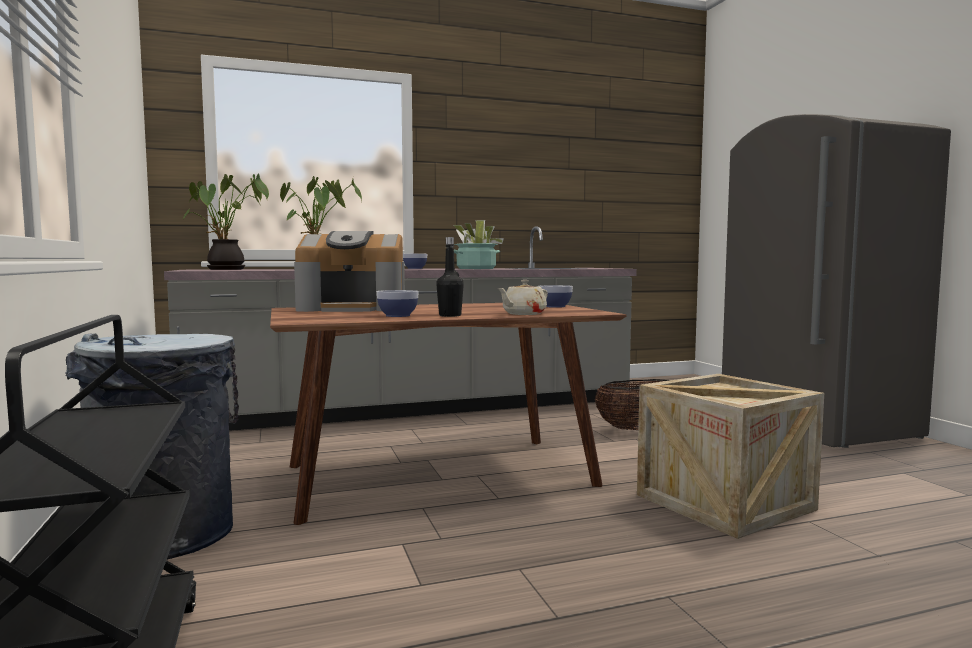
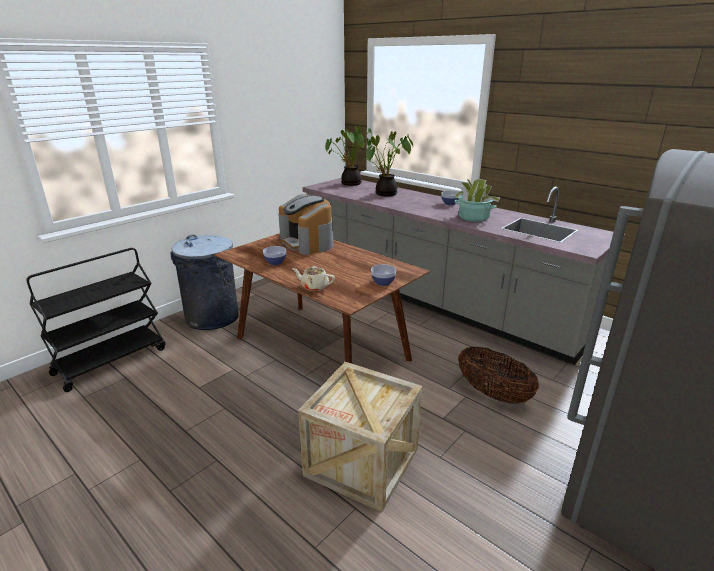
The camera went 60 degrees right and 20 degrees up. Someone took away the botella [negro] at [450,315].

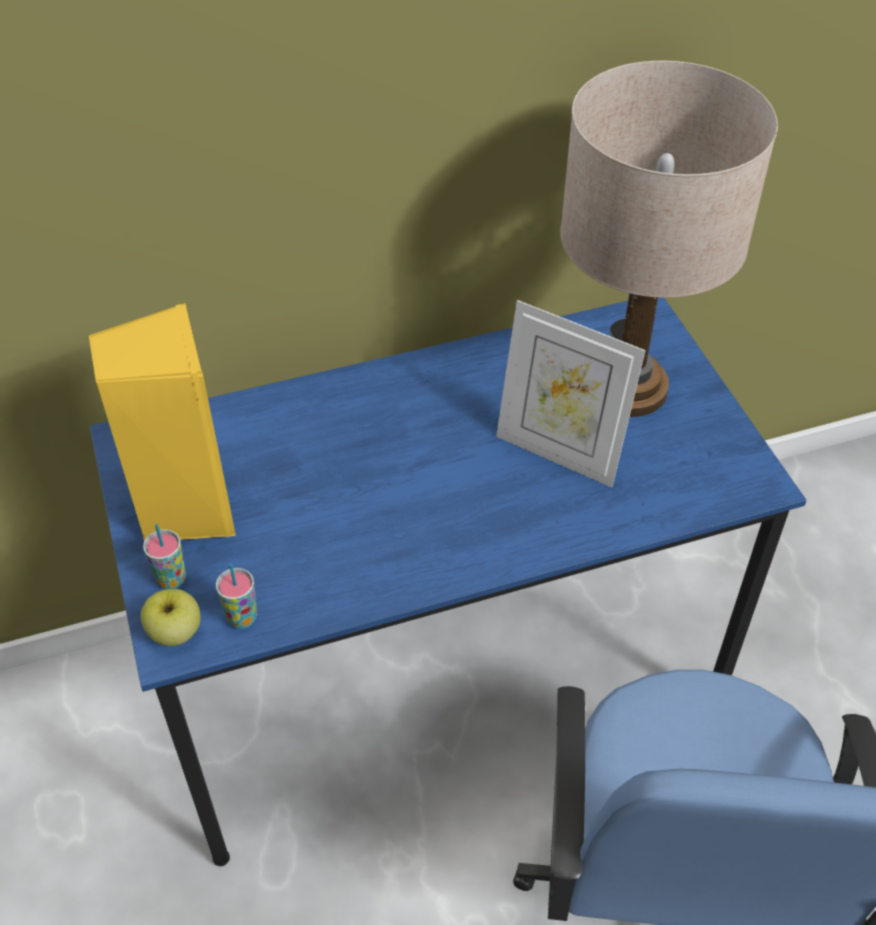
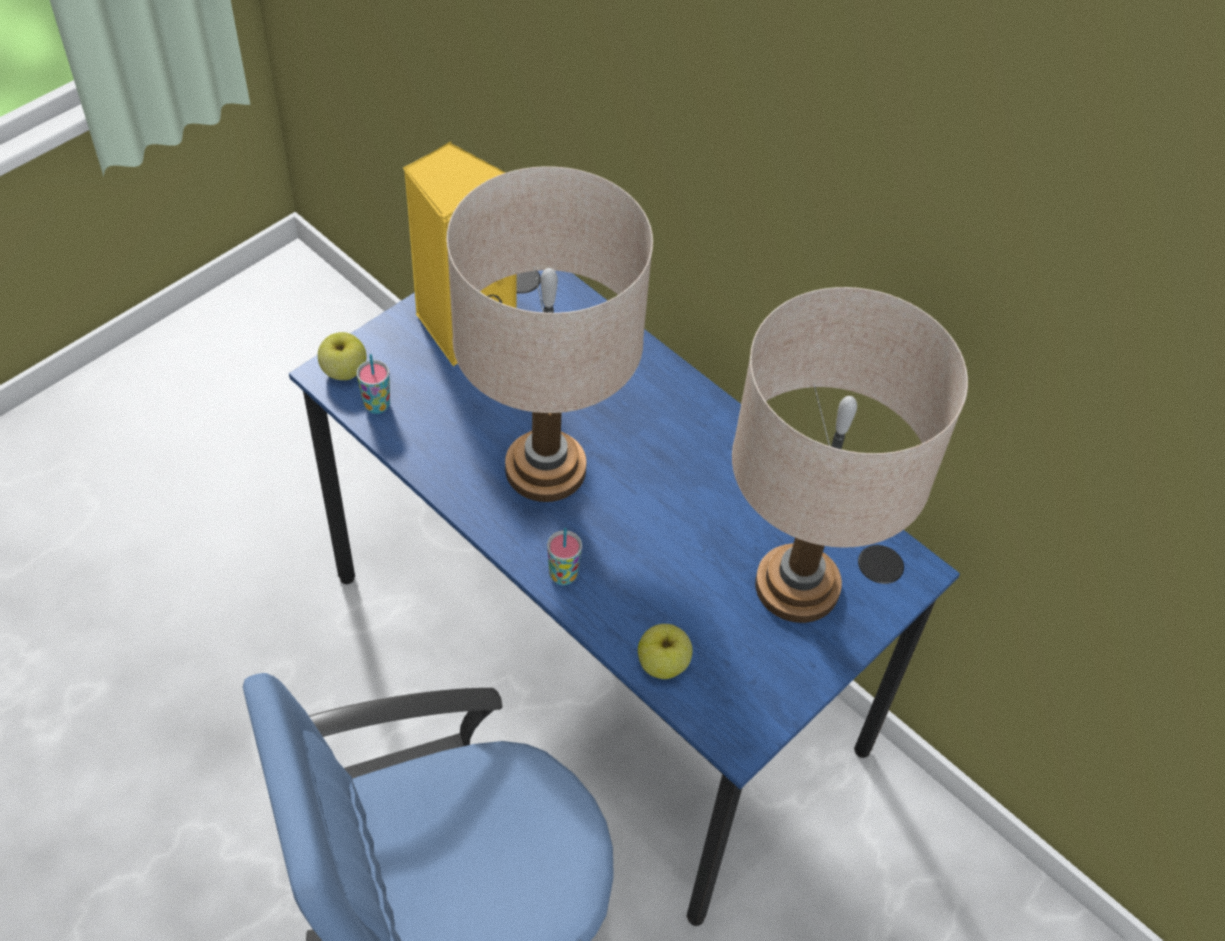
The camera went 60 degrees right and 5 degrees up. Someone put down the lámpara de mesa [beis] at [544,469]. Someone carried the taza from [171,579] to [563,575]. Someone put down the manzana at [663,664]. Someone took away the portarretratos at [559,452].

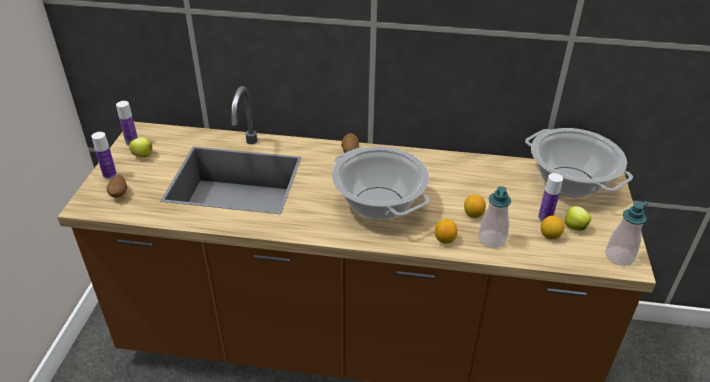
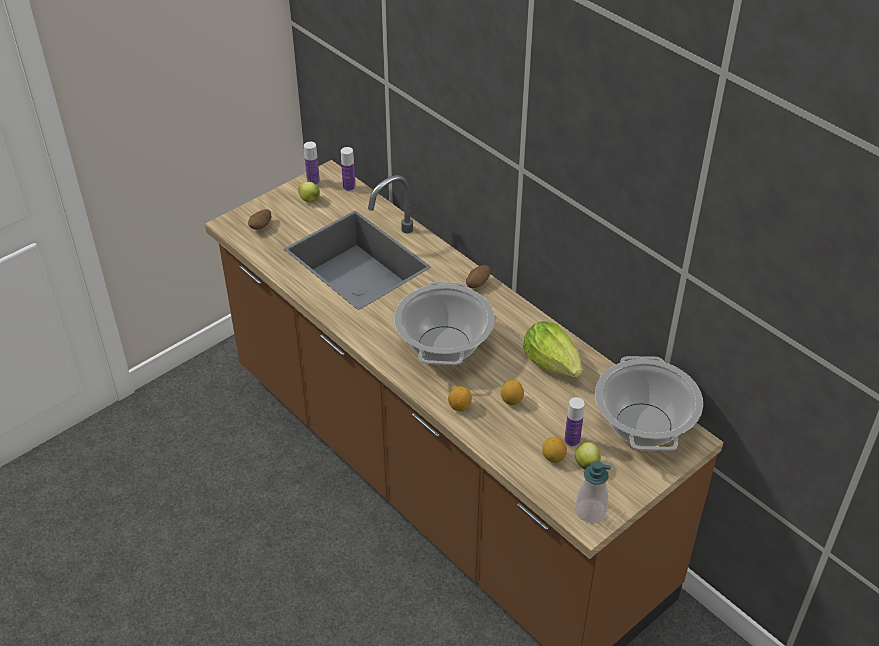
The camera went 40 degrees right and 5 degrees up. Someone carried the botella from [109,174] to [349,187]. Someone put down the lechuga at [552,363]. Someone took away the dispensador de jabón at [492,239].

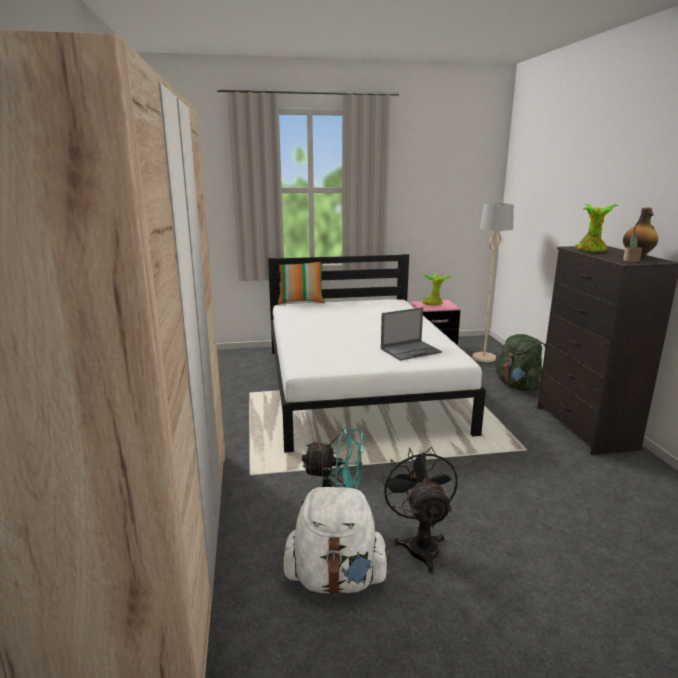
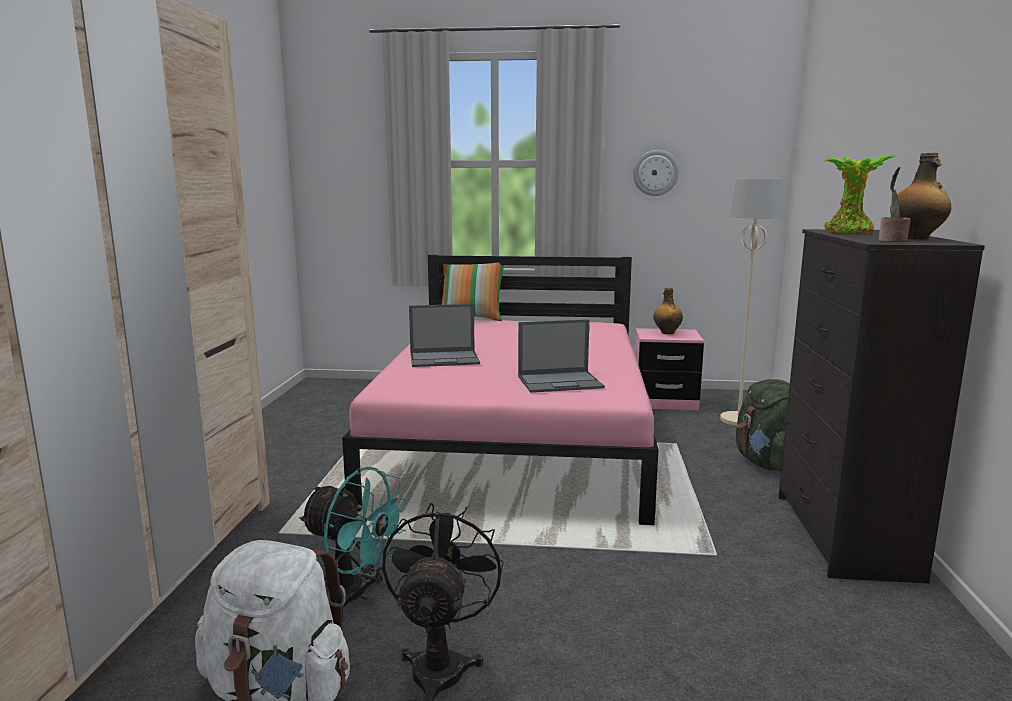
The camera went 15 degrees right and 5 degrees down. Someone repainted the cama [blanco] at [358,387], which became the cama [rosa] at [516,440]. Someone put down the portátil at [445,359]. Someone put up the reloj de pared at [655,173]. Someone swapped the planta en maceta at [433,303] for the botella at [667,332].

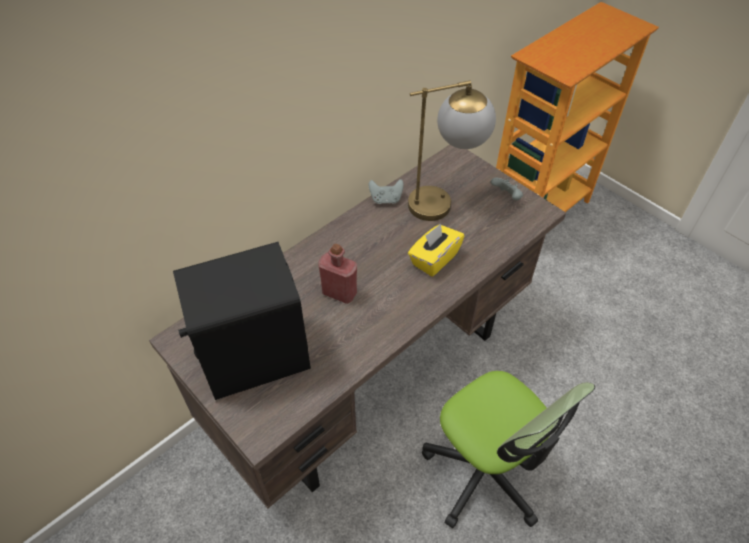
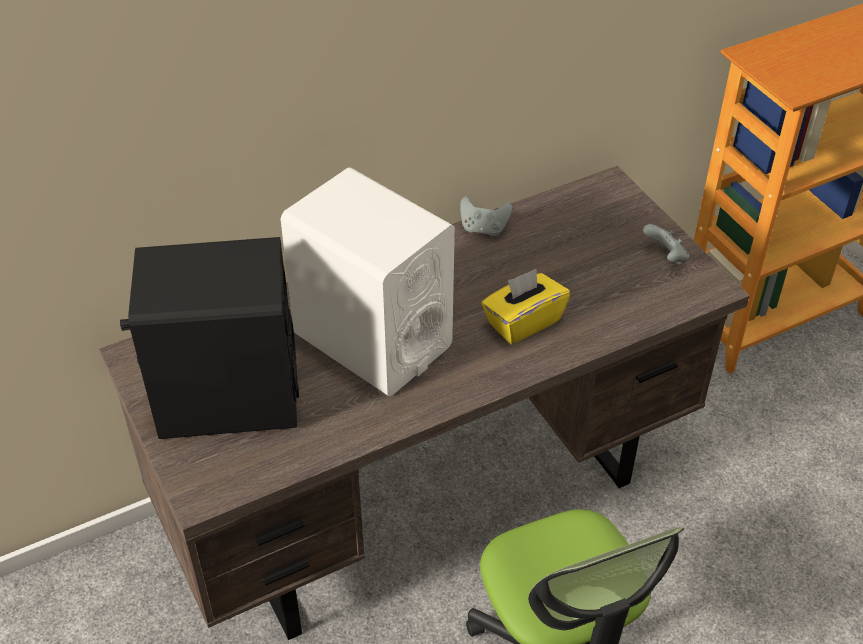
The camera went 15 degrees right and 5 degrees down. Someone swapped the botella [rojo] at [339,292] for the altavoz [blanco] at [372,340]. Someone took away the lámpara de mesa at [444,201].

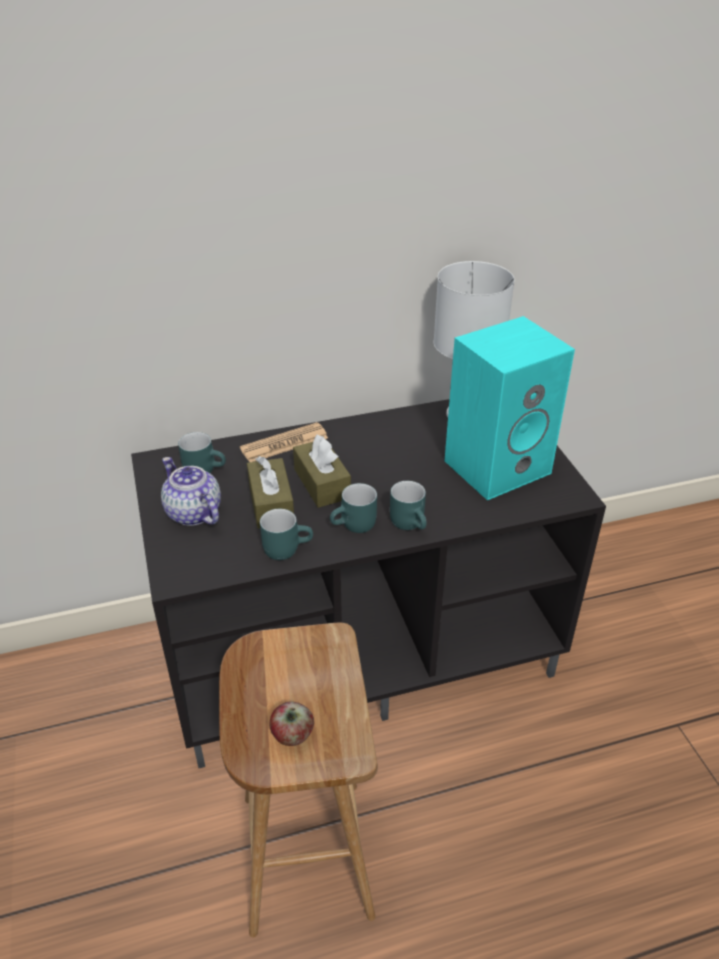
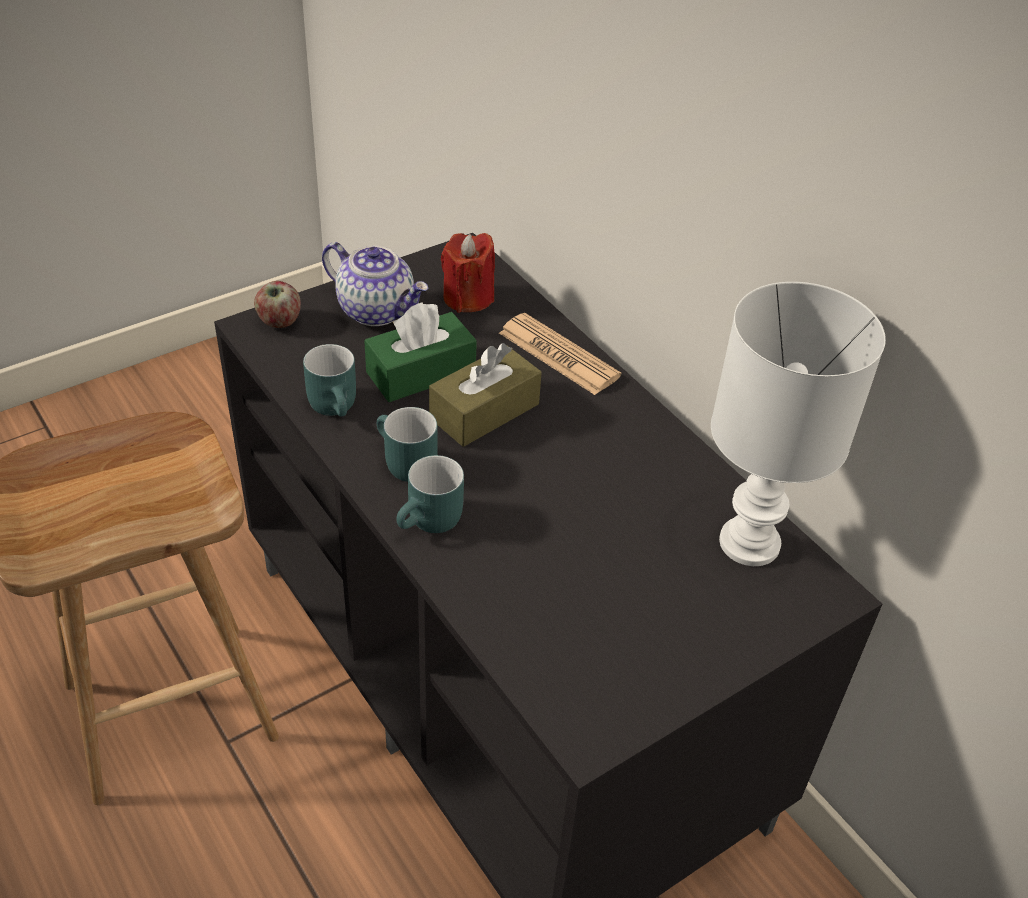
The camera went 70 degrees right and 5 degrees up. Someone carried the manzana from [292,735] to [279,321]. Someone rotated the tetera at [192,513] by 90 degrees clockwise. Someone repainted the caja de pañuelos [marrón] at [271,503], which became the caja de pañuelos [verde] at [421,372]. Someone swapped the taza grande [turquesa] at [205,469] for the vela [rojo] at [468,298]. Someone took away the altavoz [turquesa] at [498,465].

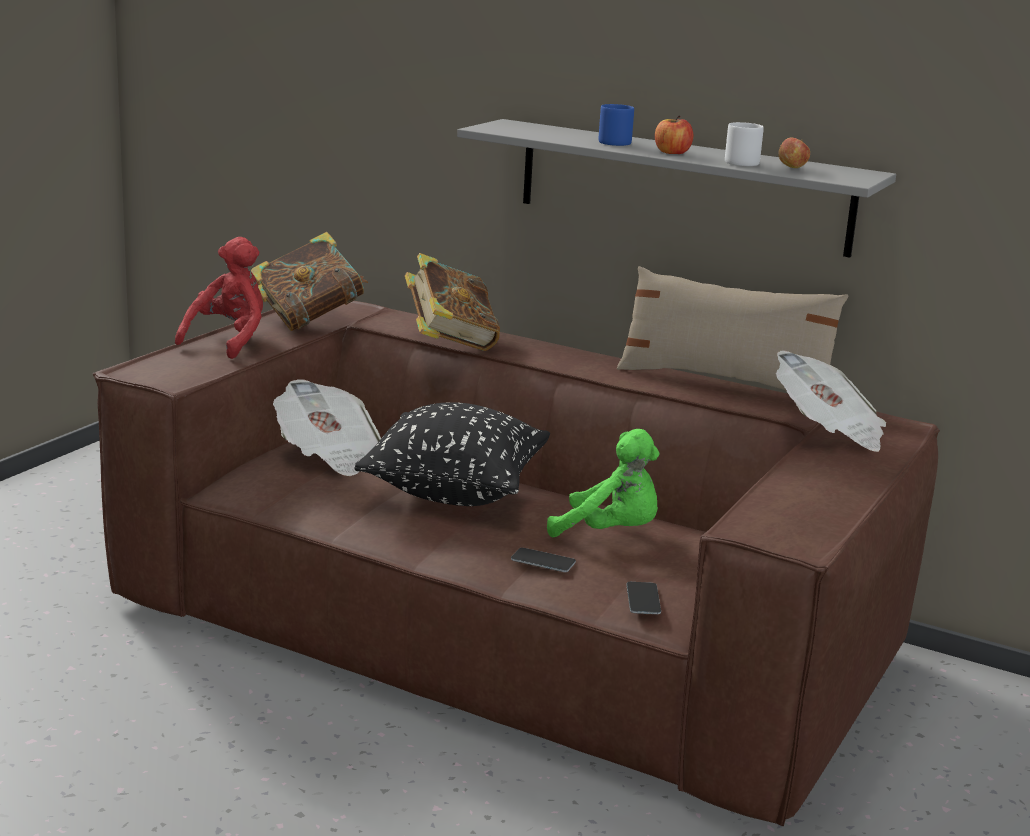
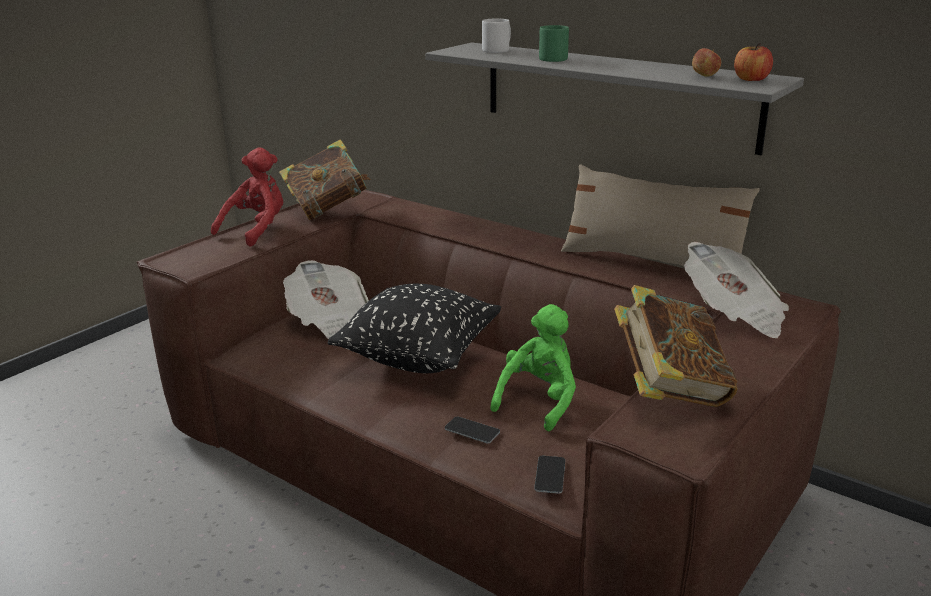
The camera went 10 degrees right and 5 degrees up. Someone carried the taza grande [gris] from [744,162] to [498,50]. Someone rotated the peluche [verde] at [611,533] by 90 degrees counterclockwise. Someone repainted the taza grande [azul] at [615,142], which became the taza grande [verde] at [554,58]. Someone carried the libro from [450,342] to [669,389]. Someone carried the manzana from [672,152] to [751,79].

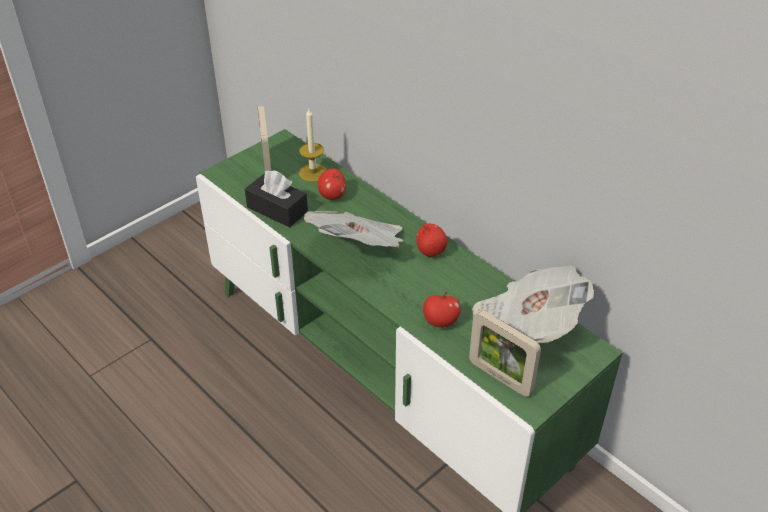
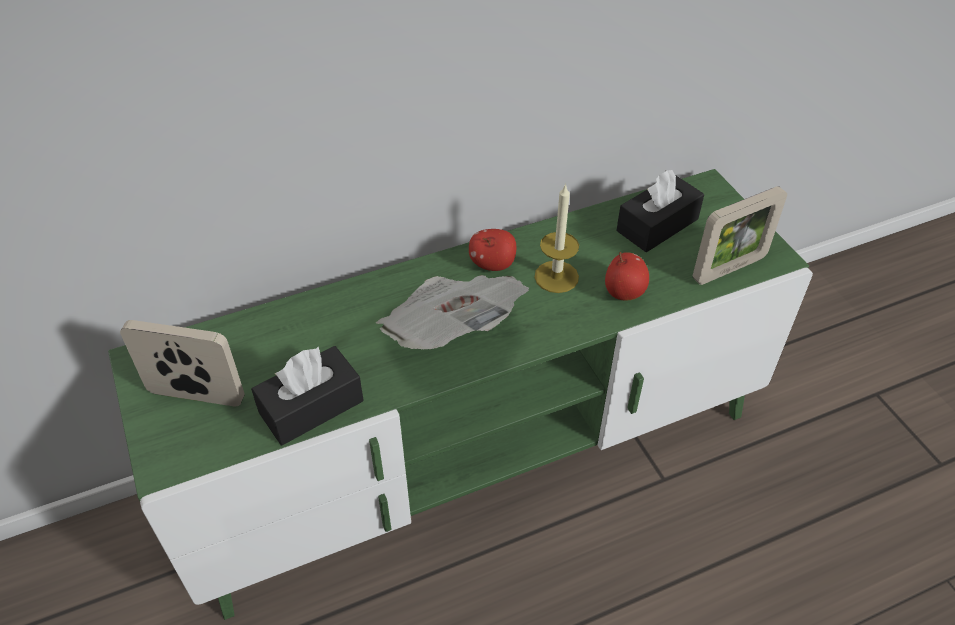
The camera went 70 degrees left and 5 degrees up. Someone carried the vela from [313,173] to [556,277]. Someone swapped the periódico at [525,327] for the caja de pañuelos [negro] at [657,225]. Someone took away the manzana at [332,196].

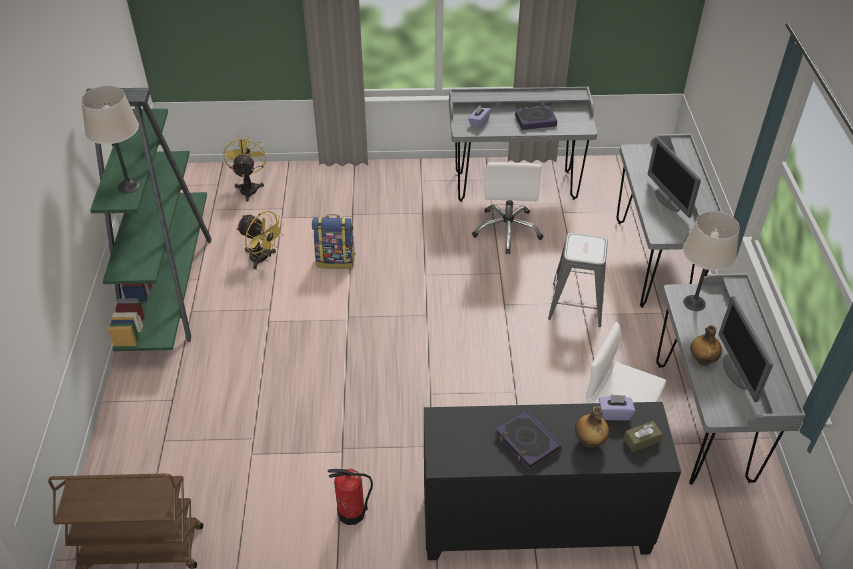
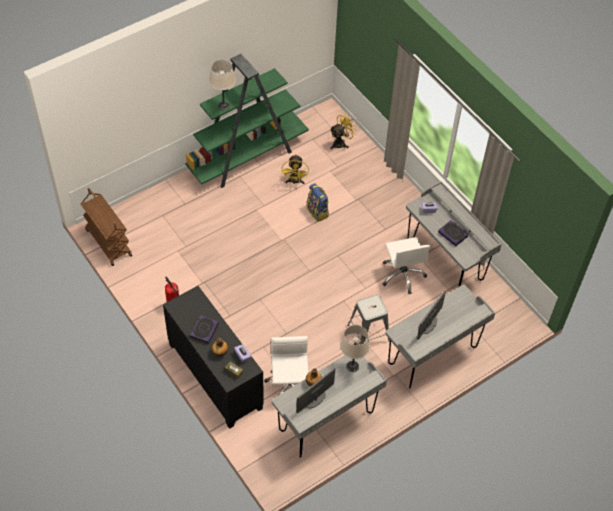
The camera went 55 degrees right and 10 degrees up. Someone rotated the silla de oficina [blanco] at [507,230] by 75 degrees counterclockwise.

